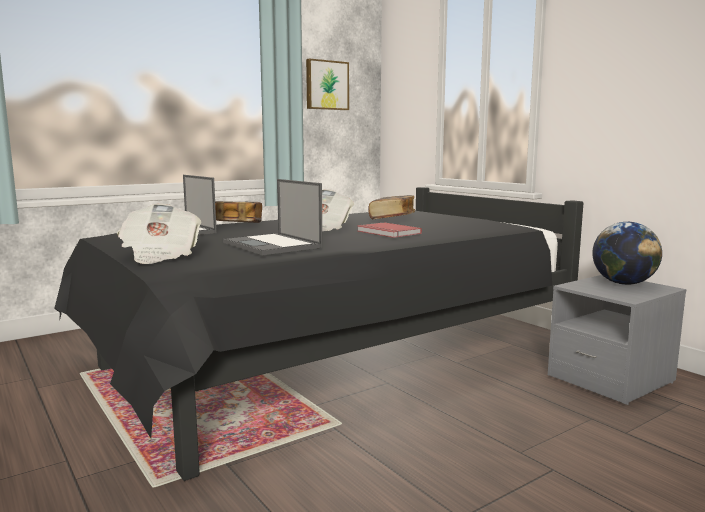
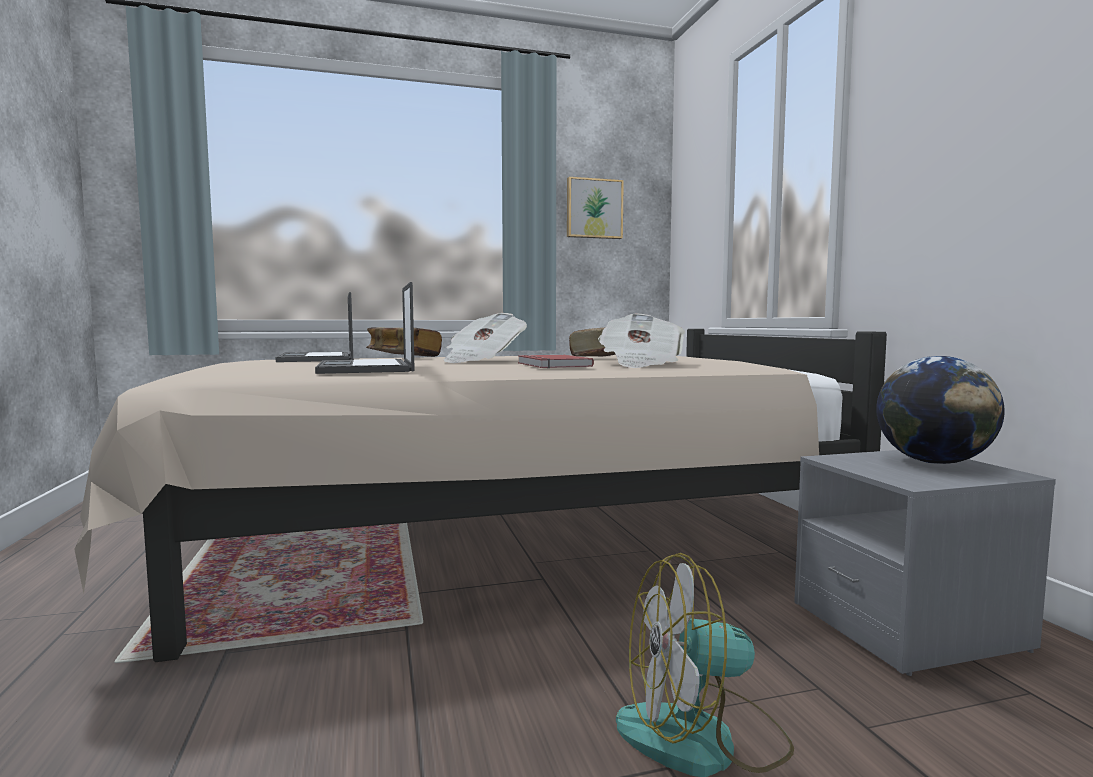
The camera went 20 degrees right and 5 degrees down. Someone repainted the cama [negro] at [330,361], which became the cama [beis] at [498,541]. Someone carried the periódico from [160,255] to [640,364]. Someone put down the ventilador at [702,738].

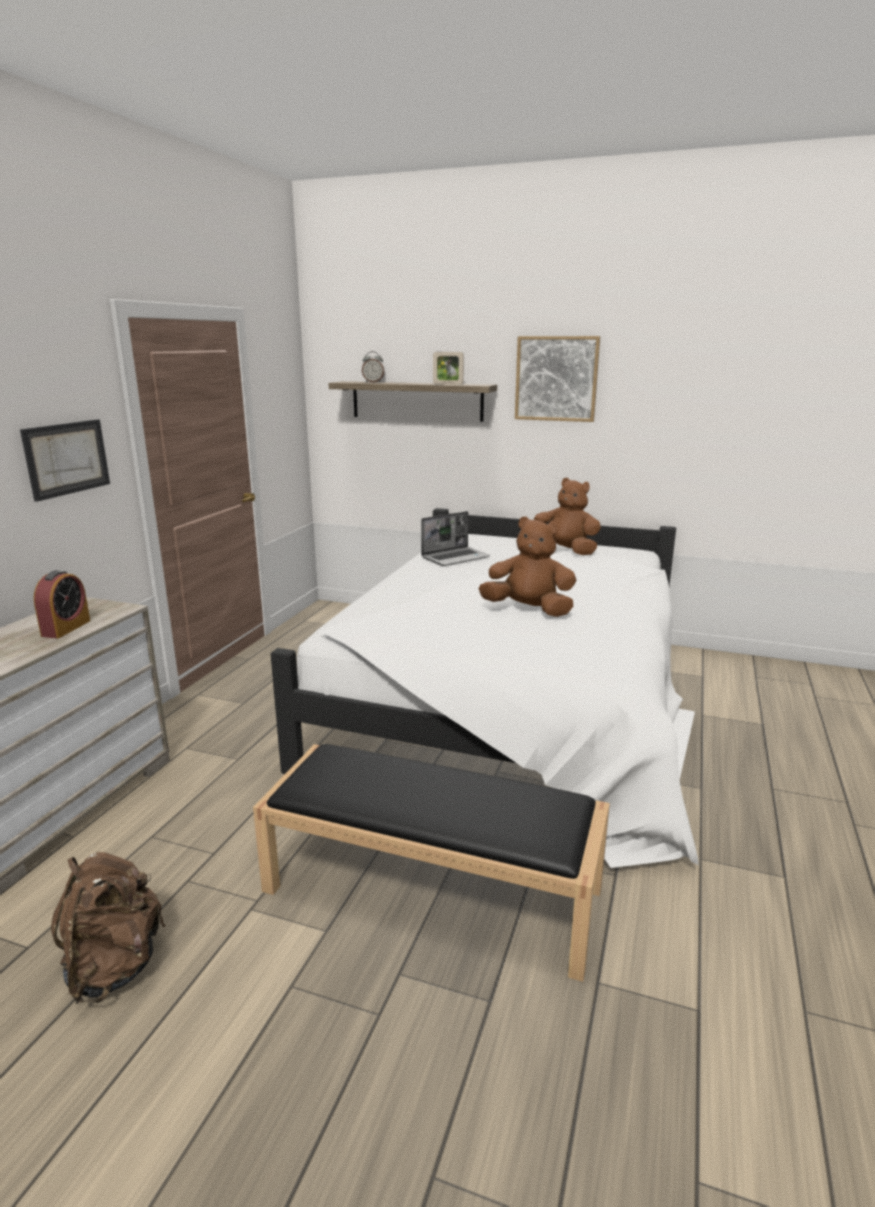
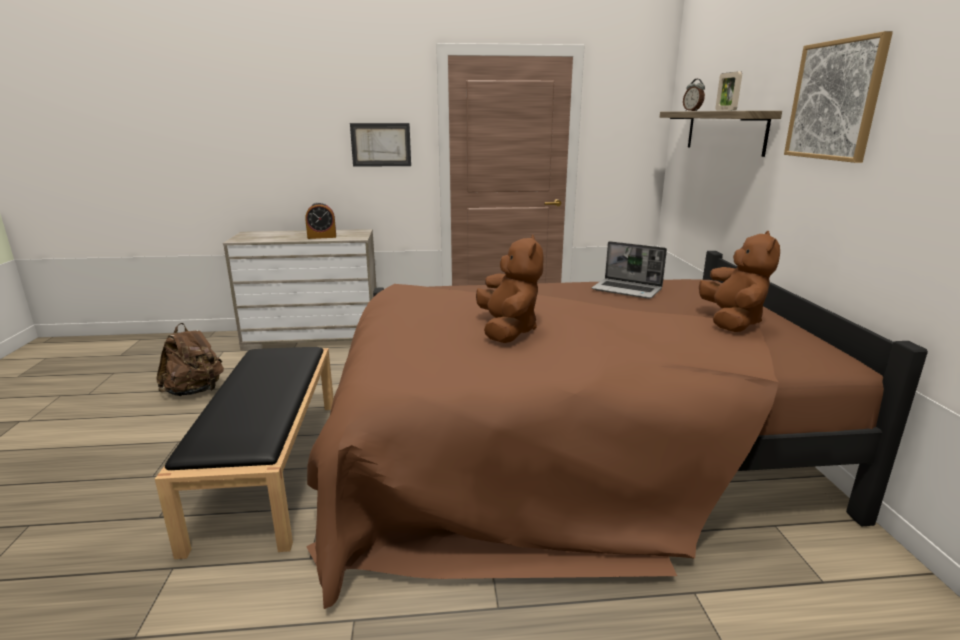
The camera went 65 degrees right and 0 degrees up. Someone repainted the cama [blanco] at [515,705], which became the cama [marrón] at [565,445].

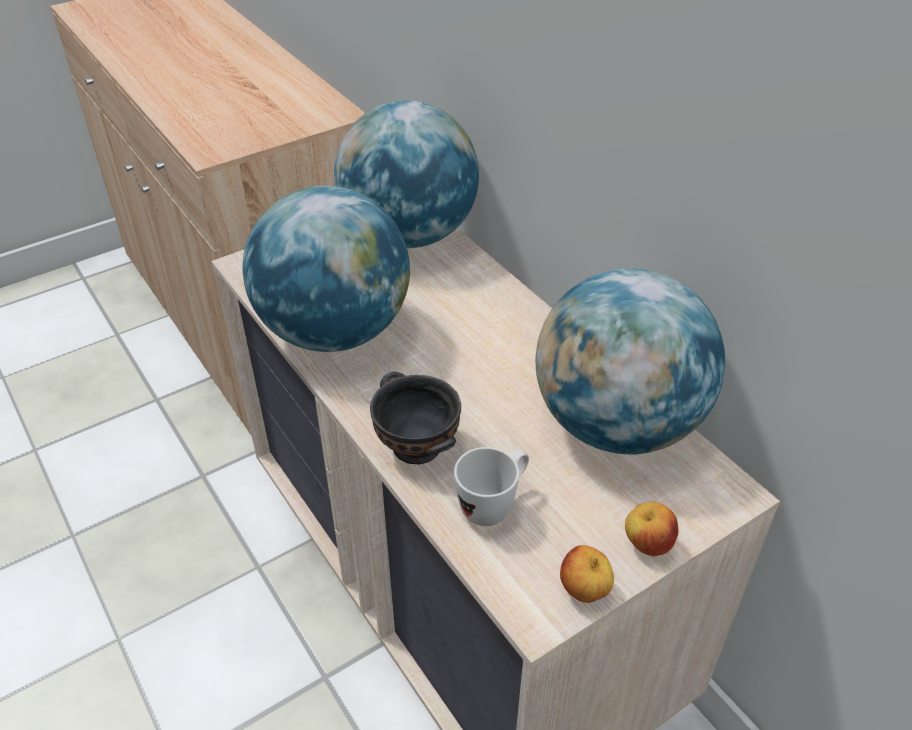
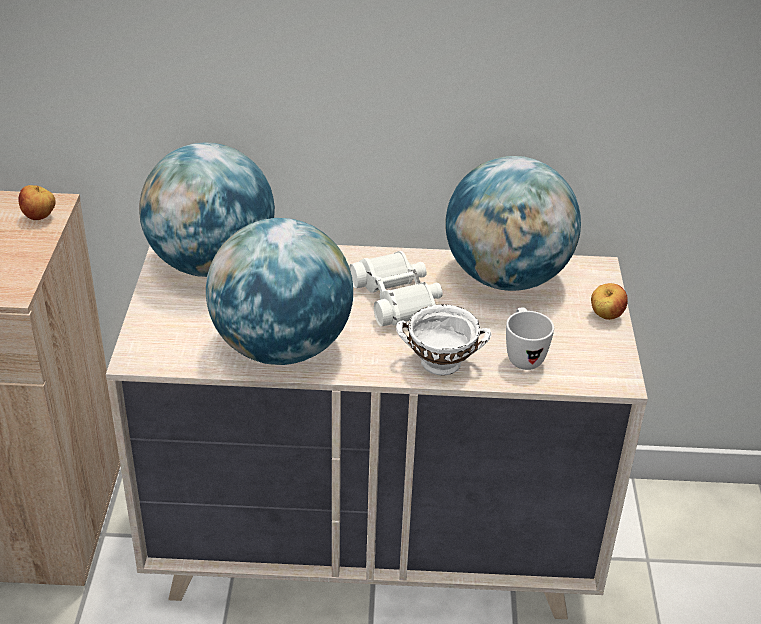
The camera went 55 degrees left and 5 degrees down. Someone carried the manzana from [584,591] to [40,217]. Someone put down the prismáticos [blanco] at [397,298]. Someone repainted the cuenco [negro] at [417,444], which became the cuenco [blanco] at [439,362].

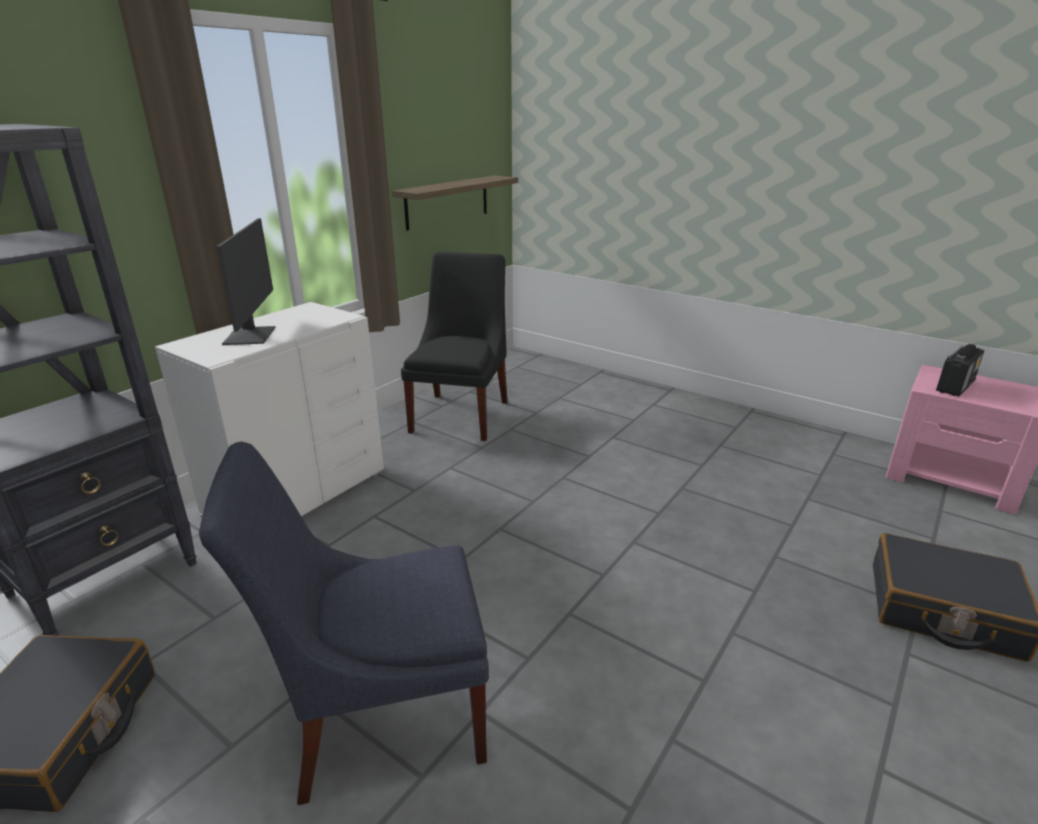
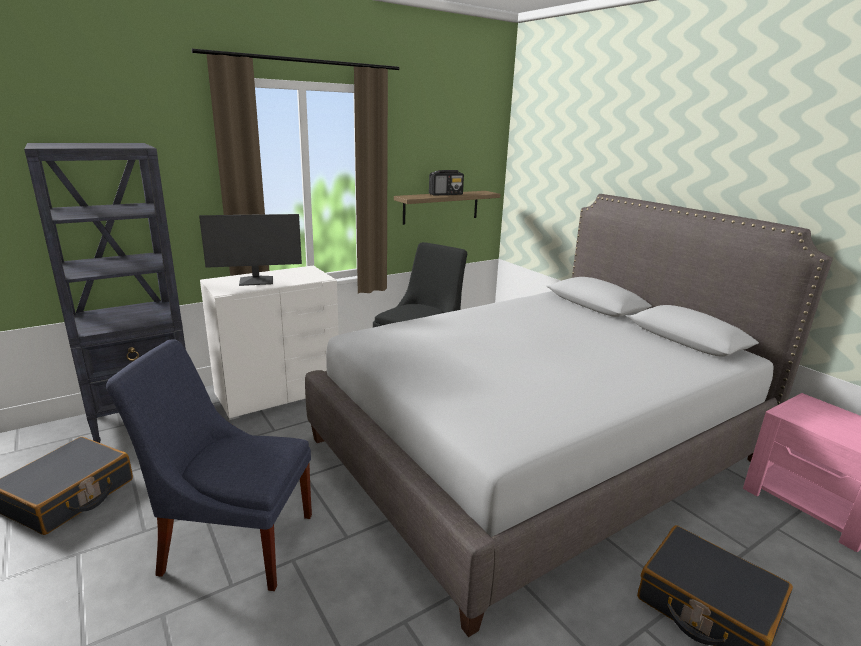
The camera went 20 degrees right and 5 degrees down. Someone rotated the monitor at [251,335] by 60 degrees clockwise. Someone put down the cama [gris] at [537,450]. Someone carried the radio from [955,386] to [446,194].

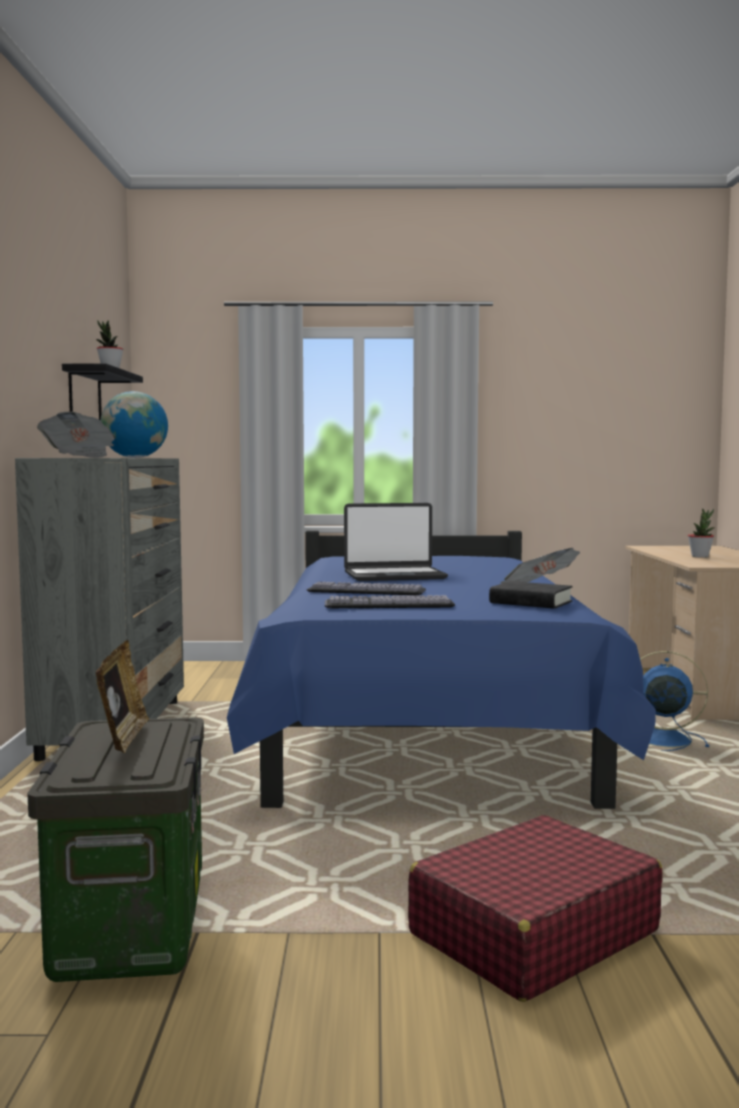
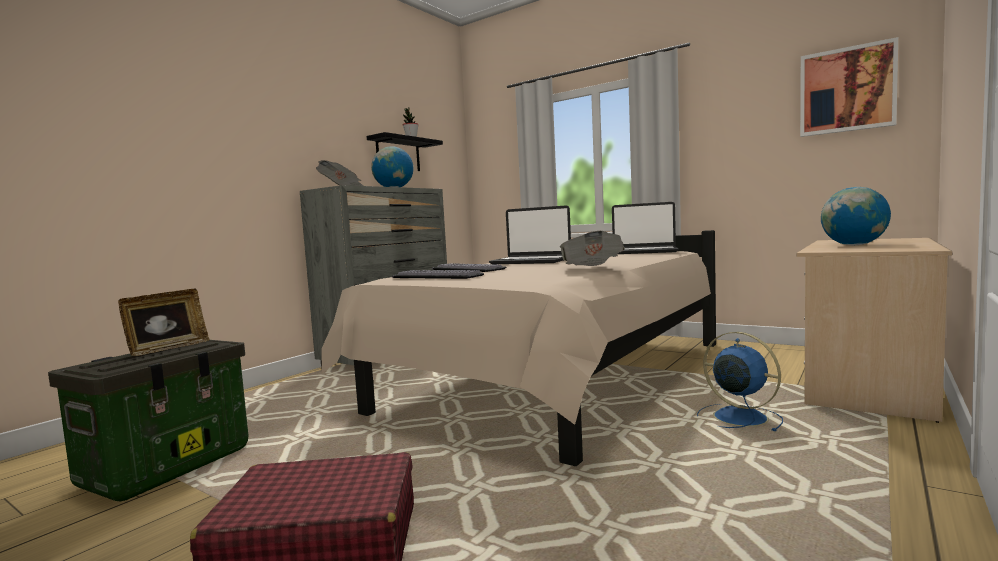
The camera went 35 degrees right and 0 degrees up. Someone repainted the cama [azul] at [422,726], which became the cama [beis] at [558,378]. Someone put down the portátil at [644,252]. Someone put up the cuadro at [847,90]. Someone swapped the planta en maceta at [700,556] for the globo terráqueo at [854,245]. Someone took away the libro [negro] at [530,602].

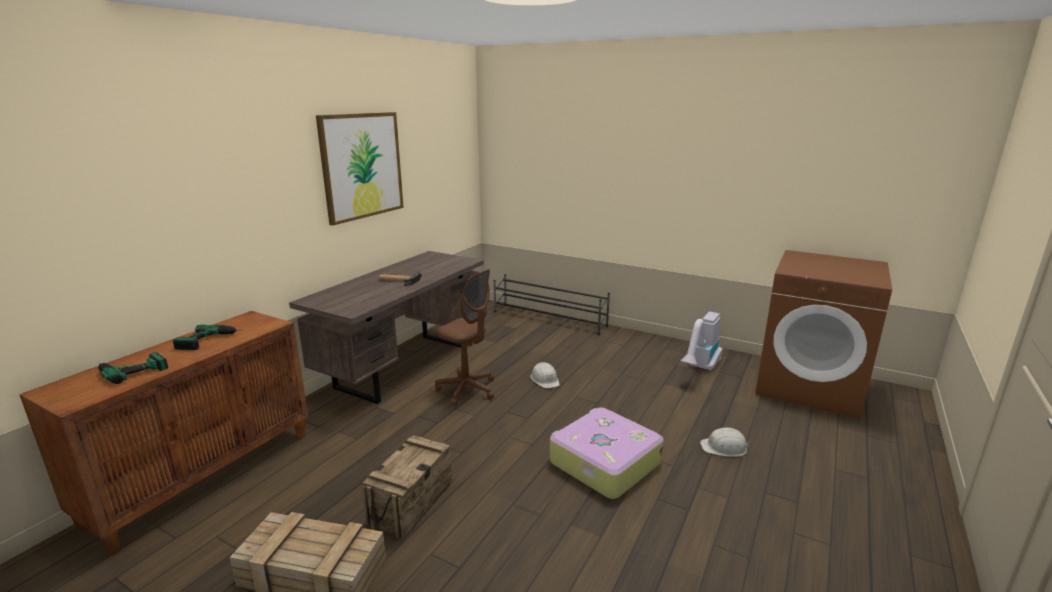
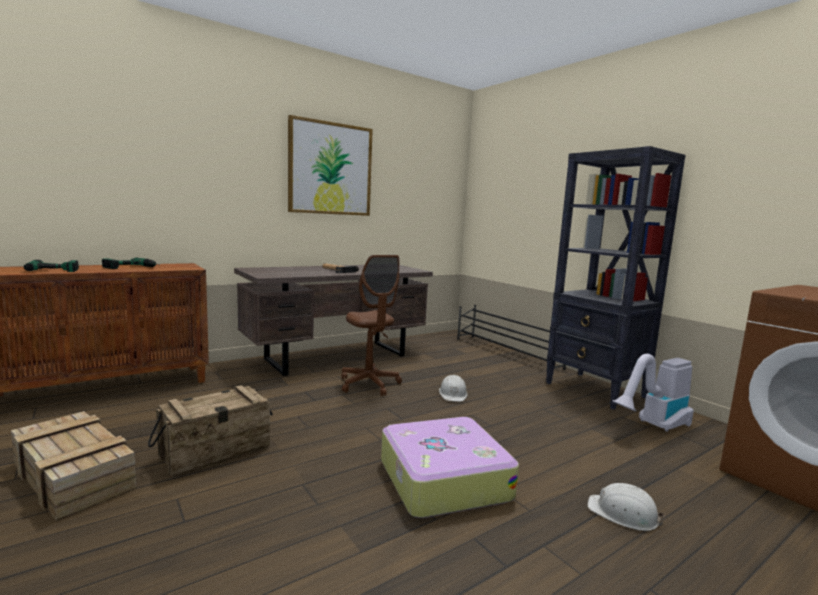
The camera went 25 degrees right and 10 degrees down. Someone put down the estantería [negro] at [595,390].

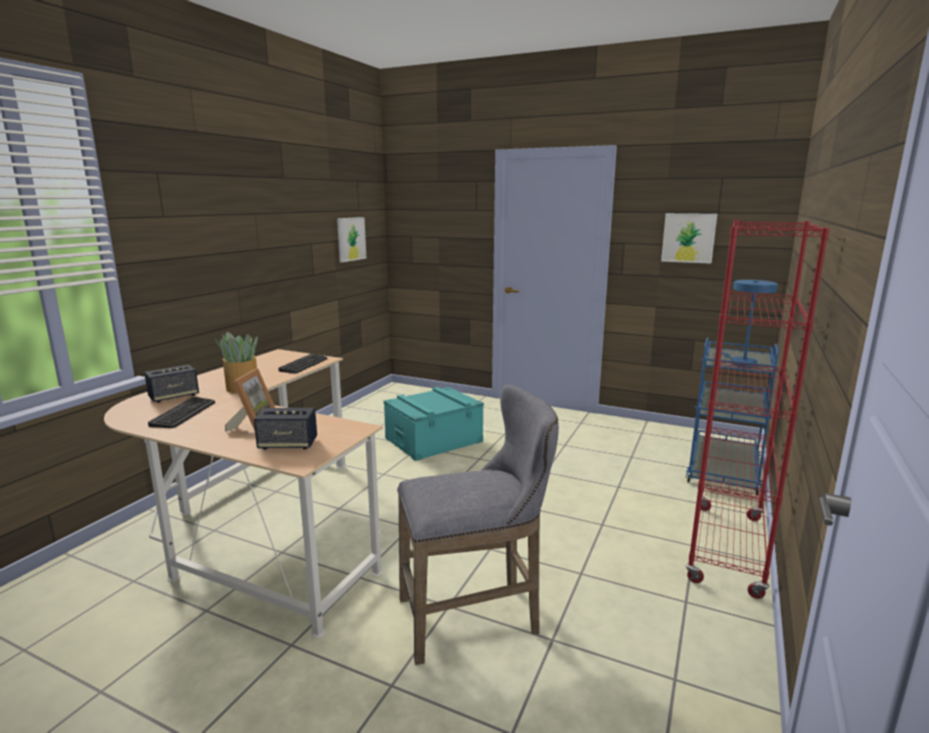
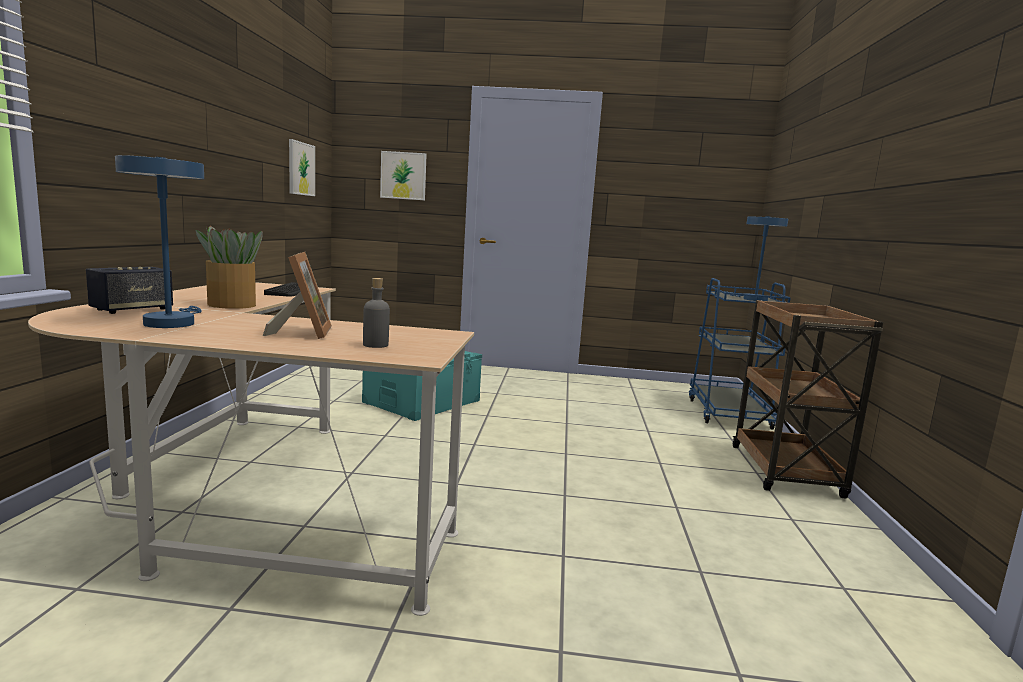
The camera went 20 degrees left and 5 degrees down. Someone swapped the teclado at [184,413] for the lámpara de mesa [azul] at [171,322]. Someone swapped the altavoz at [288,445] for the botella [gris] at [375,345]. Someone carried the cuadro from [688,238] to [403,175]. Someone swapped the estantería [rojo] at [726,548] for the carrito [marrón] at [785,472]. Someone took away the taburete [gris] at [476,617].

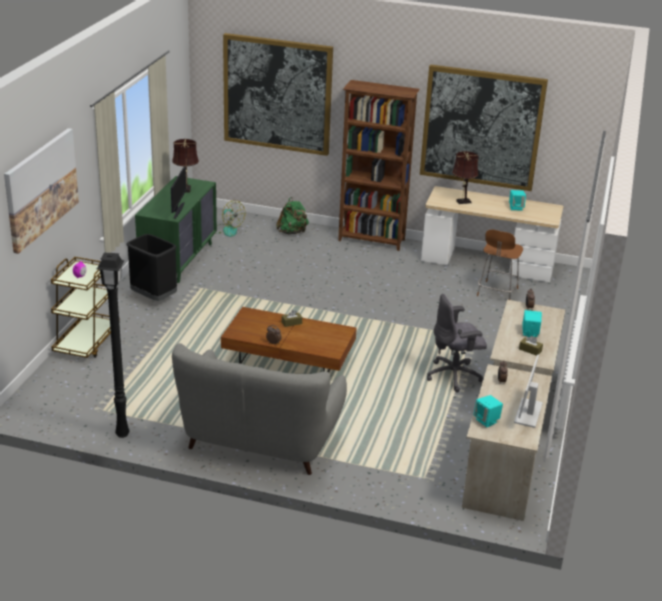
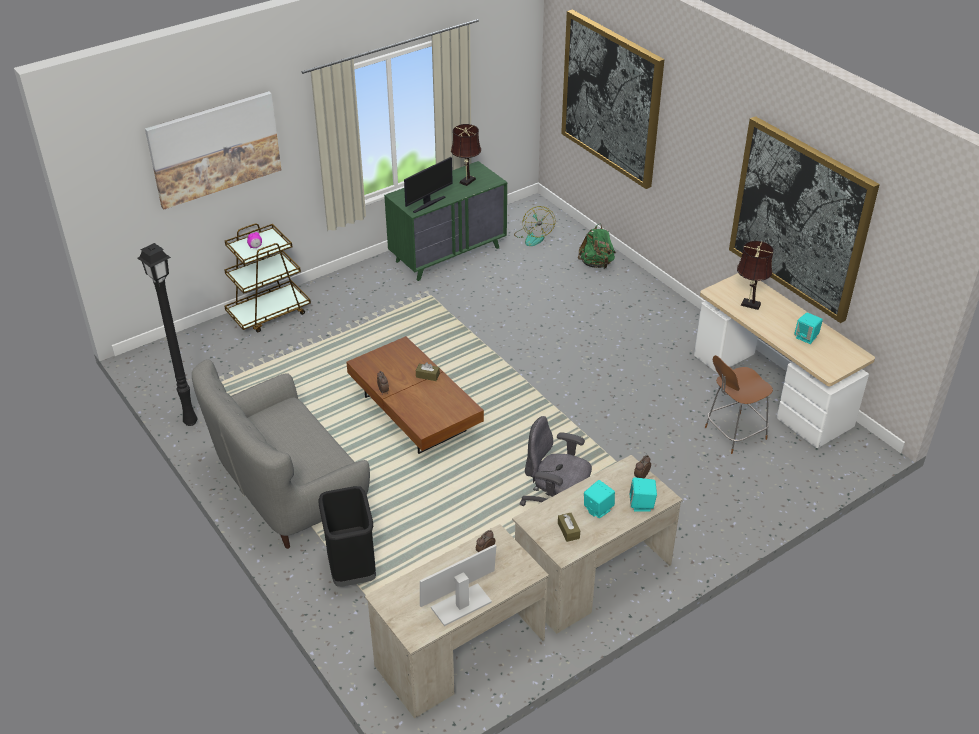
The camera went 40 degrees right and 10 degrees up. Someone carried the papelera [negro] from [154,297] to [352,570]. Someone carried the altavoz [turquesa] from [486,421] to [642,504]. Someone took away the estantería [marrón] at [372,240].

